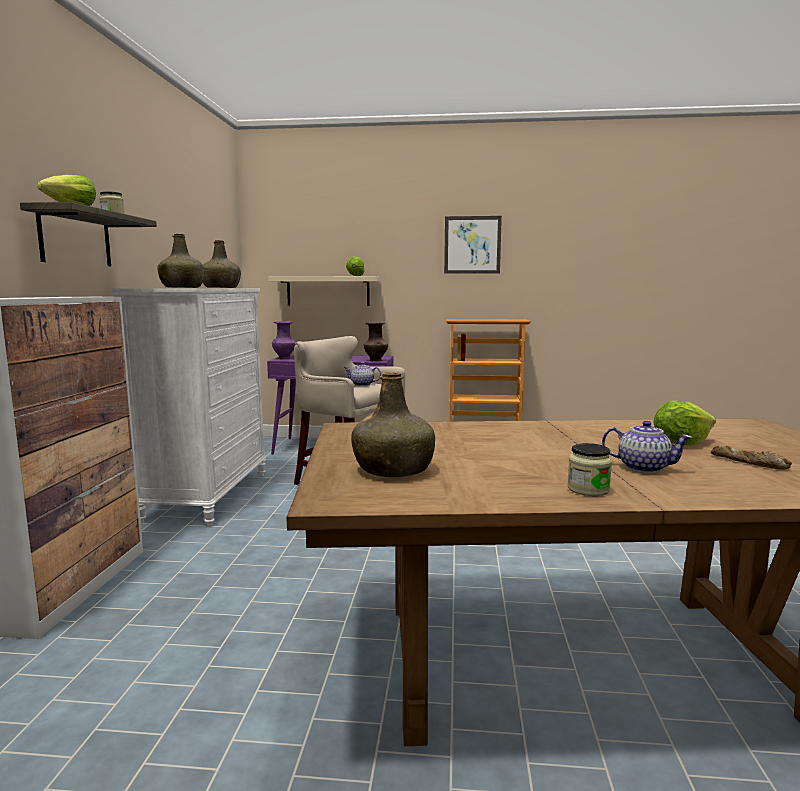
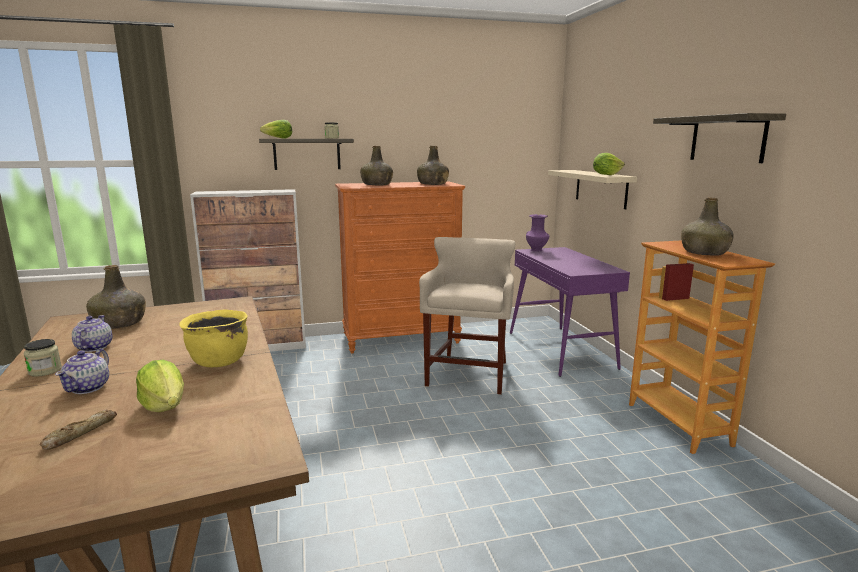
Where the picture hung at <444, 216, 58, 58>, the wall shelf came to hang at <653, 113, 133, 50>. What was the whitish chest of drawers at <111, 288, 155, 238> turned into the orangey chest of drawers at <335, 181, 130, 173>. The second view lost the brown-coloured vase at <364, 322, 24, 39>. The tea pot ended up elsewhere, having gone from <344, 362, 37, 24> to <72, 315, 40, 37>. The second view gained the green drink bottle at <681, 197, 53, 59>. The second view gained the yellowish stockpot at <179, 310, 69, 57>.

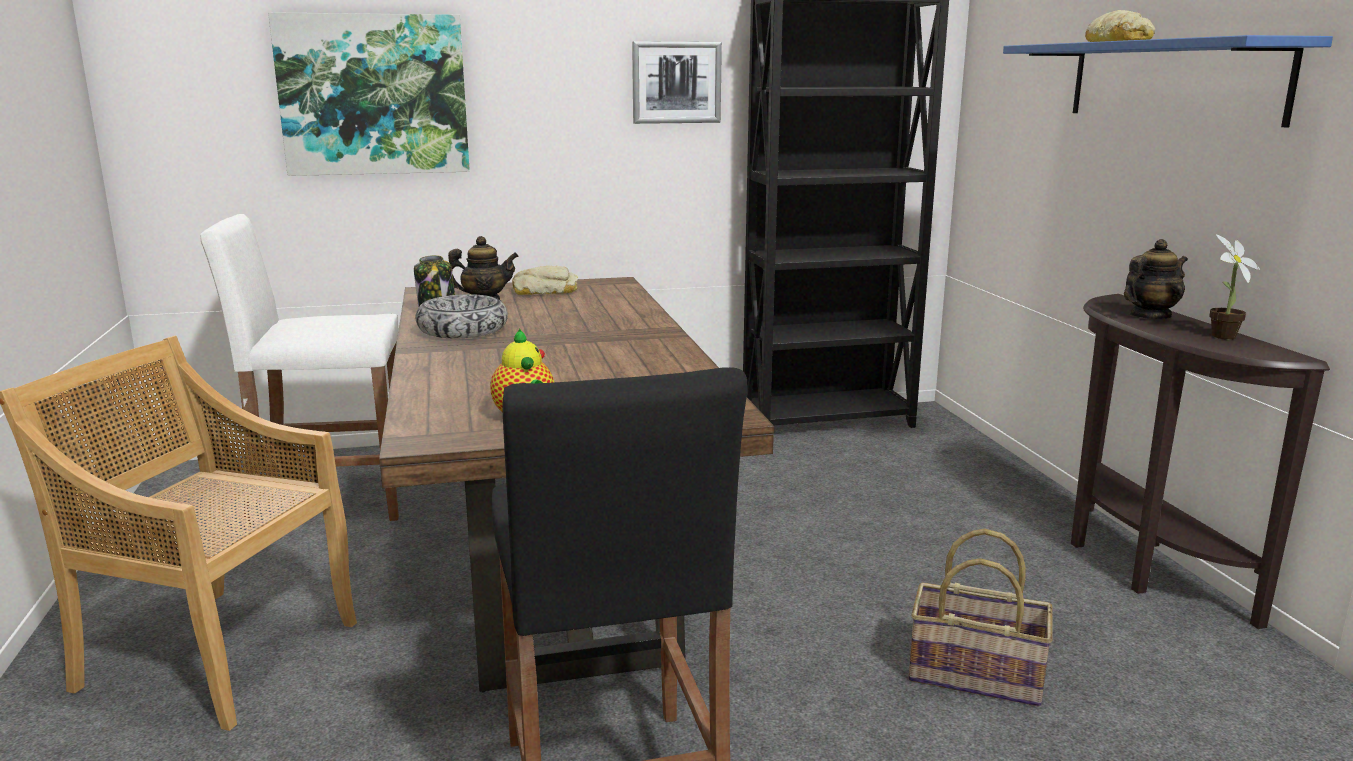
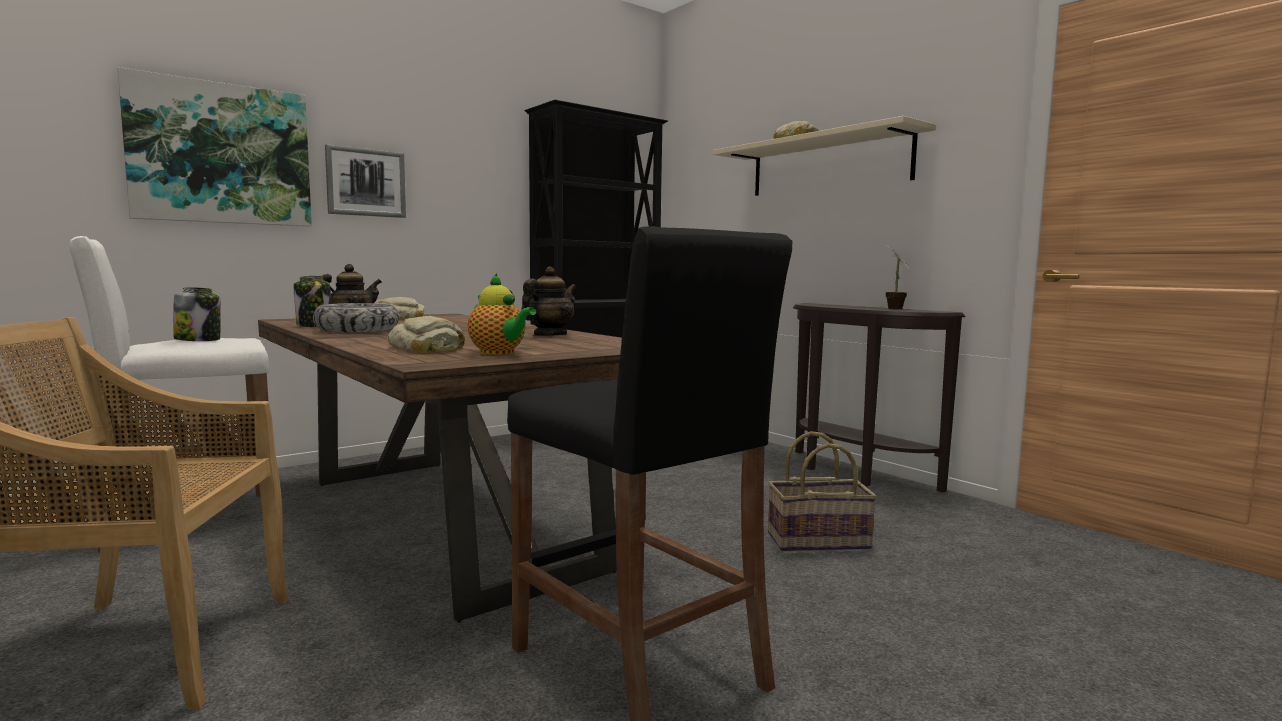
What was the blue wall shelf at <1003, 35, 330, 93> turned into the beige-coloured wall shelf at <713, 116, 223, 80>. The picture ended up elsewhere, having gone from <632, 41, 90, 83> to <325, 144, 81, 74>. The tea pot ended up elsewhere, having gone from <1124, 239, 64, 80> to <521, 266, 56, 70>. The second view gained the preserve jar at <173, 287, 48, 54>. The second view gained the baked bread at <387, 316, 78, 37>.

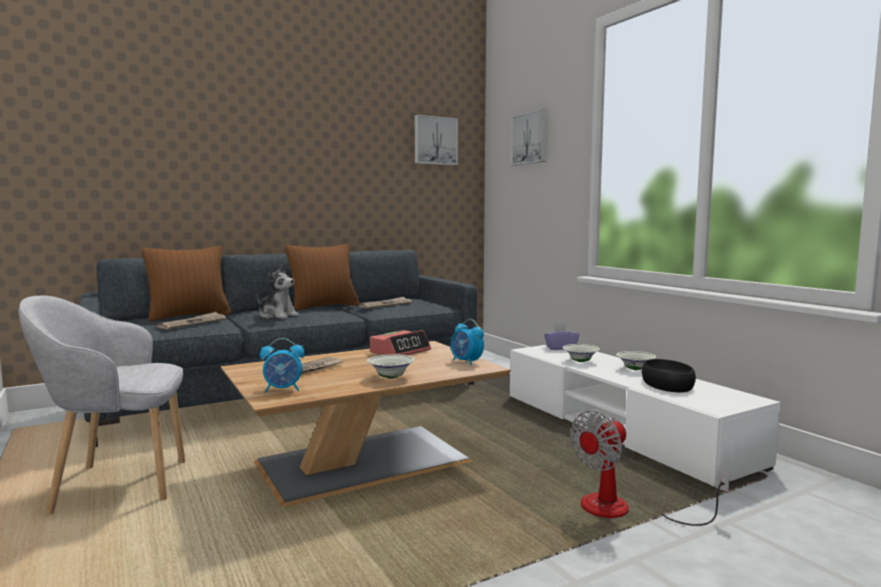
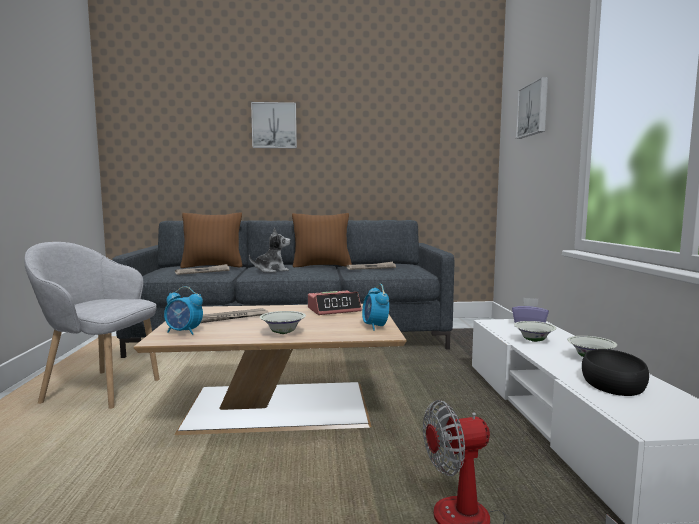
The picture ended up elsewhere, having gone from <415, 115, 43, 50> to <251, 102, 46, 46>. The soft toy at <257, 265, 42, 54> ended up facing another way, 75 degrees counterclockwise from before.

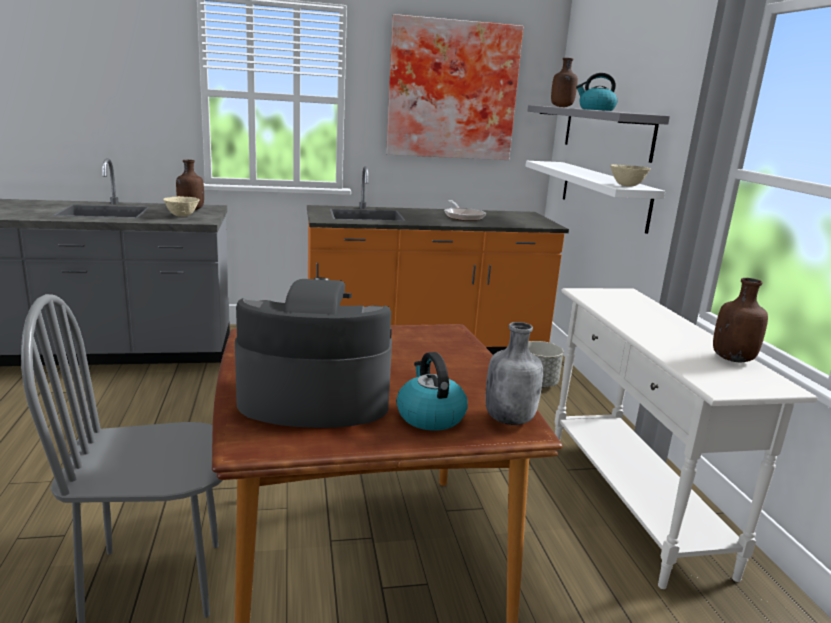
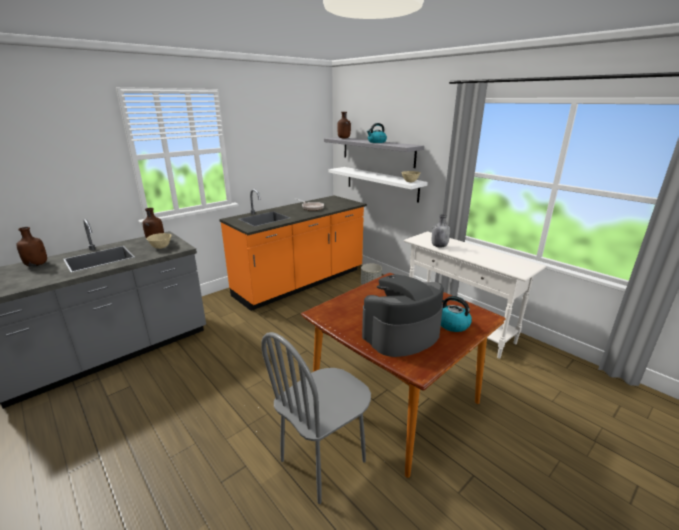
The second view lost the picture at <386, 14, 137, 146>. The brown-coloured drink bottle ended up elsewhere, having gone from <713, 278, 55, 84> to <16, 227, 31, 40>. The gray drink bottle ended up elsewhere, having gone from <485, 322, 58, 103> to <432, 214, 18, 34>.

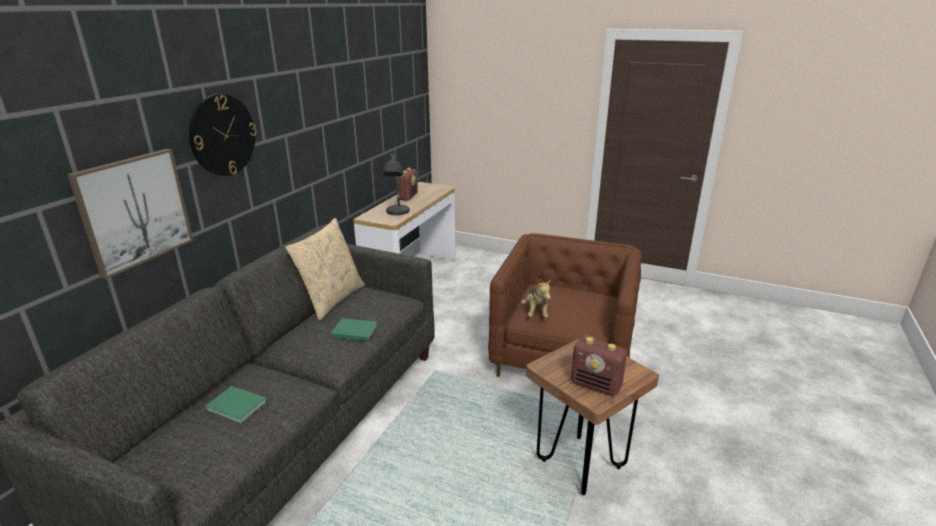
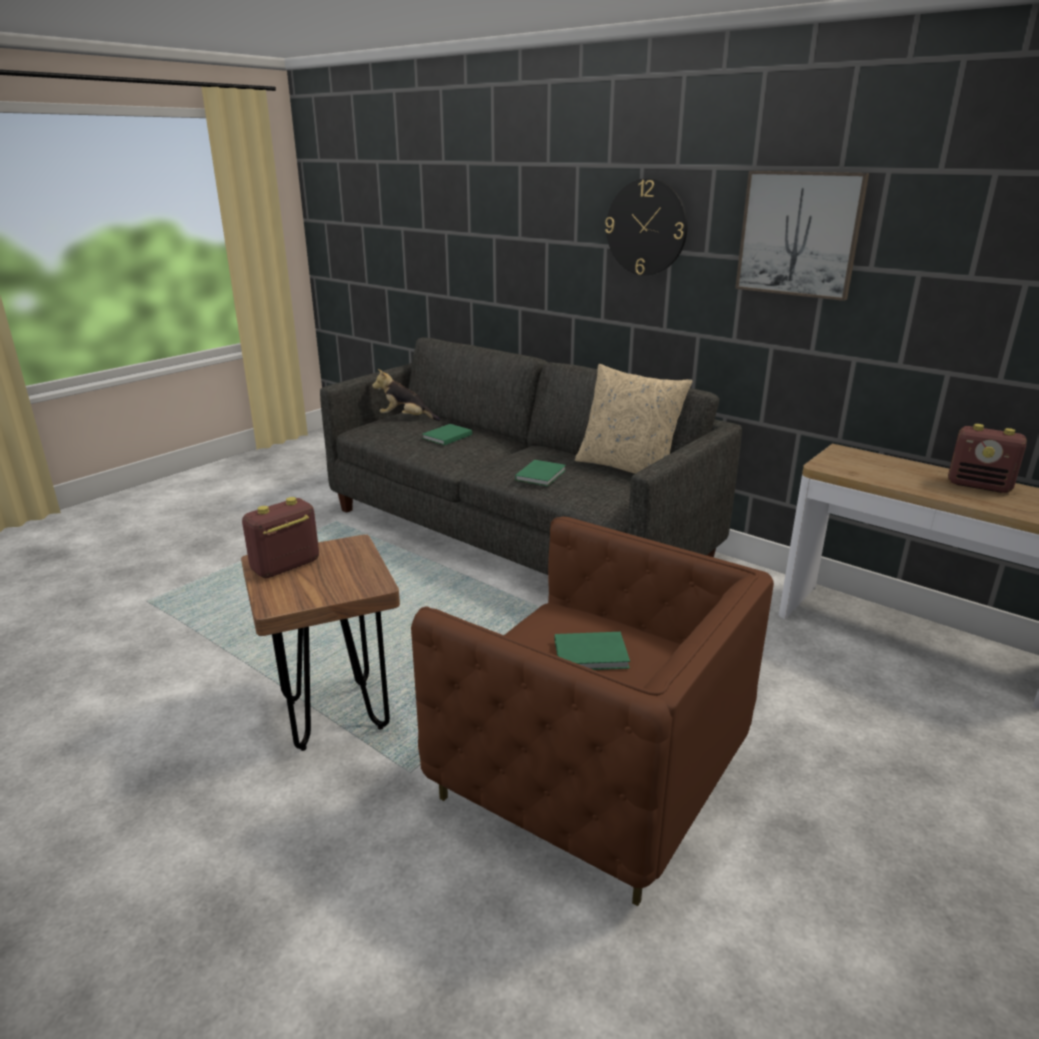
The picture ended up elsewhere, having gone from <67, 149, 127, 130> to <735, 171, 134, 130>. The second view lost the gray tabletop lamp at <383, 152, 27, 63>. The soft toy ended up elsewhere, having gone from <521, 279, 30, 39> to <372, 369, 69, 52>. The second view gained the green book at <555, 632, 75, 38>.

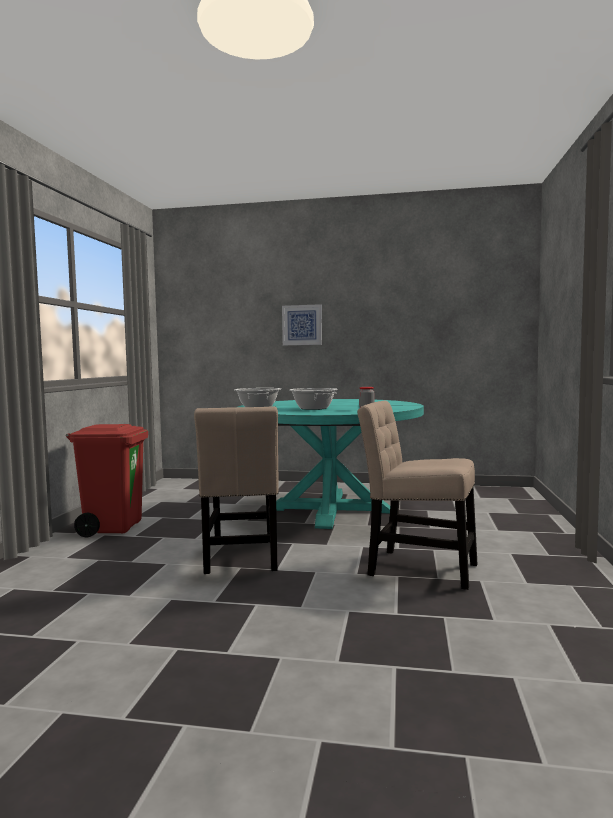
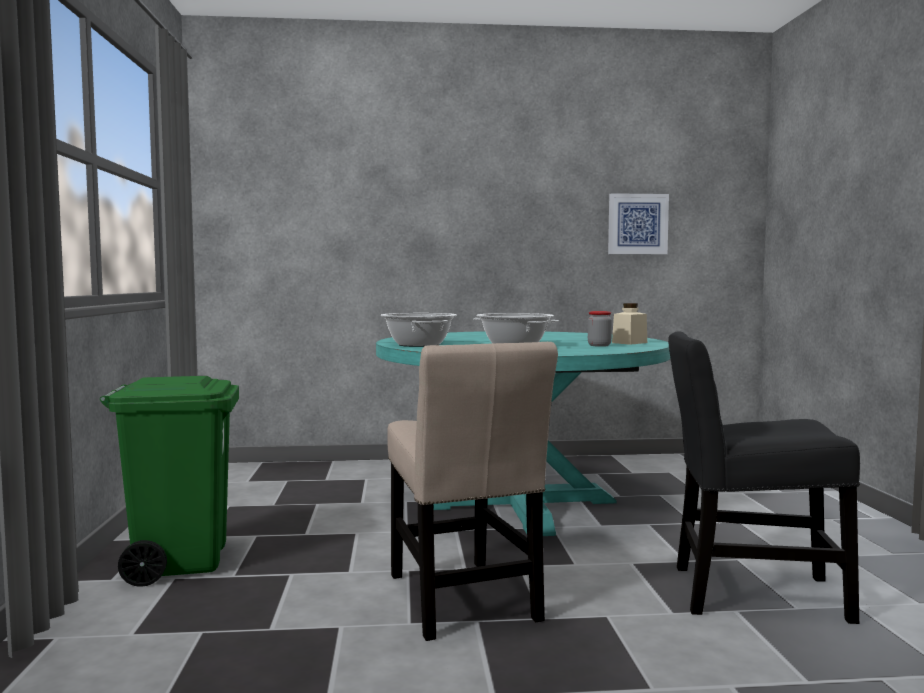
The picture ended up elsewhere, having gone from <282, 304, 40, 41> to <608, 193, 61, 61>. What was the beige-coloured chair at <357, 401, 120, 189> turned into the black chair at <668, 331, 192, 293>. What was the red waste bin at <66, 424, 82, 114> turned into the green waste bin at <100, 376, 139, 211>. The second view gained the beige-coloured preserve jar at <612, 303, 35, 42>.

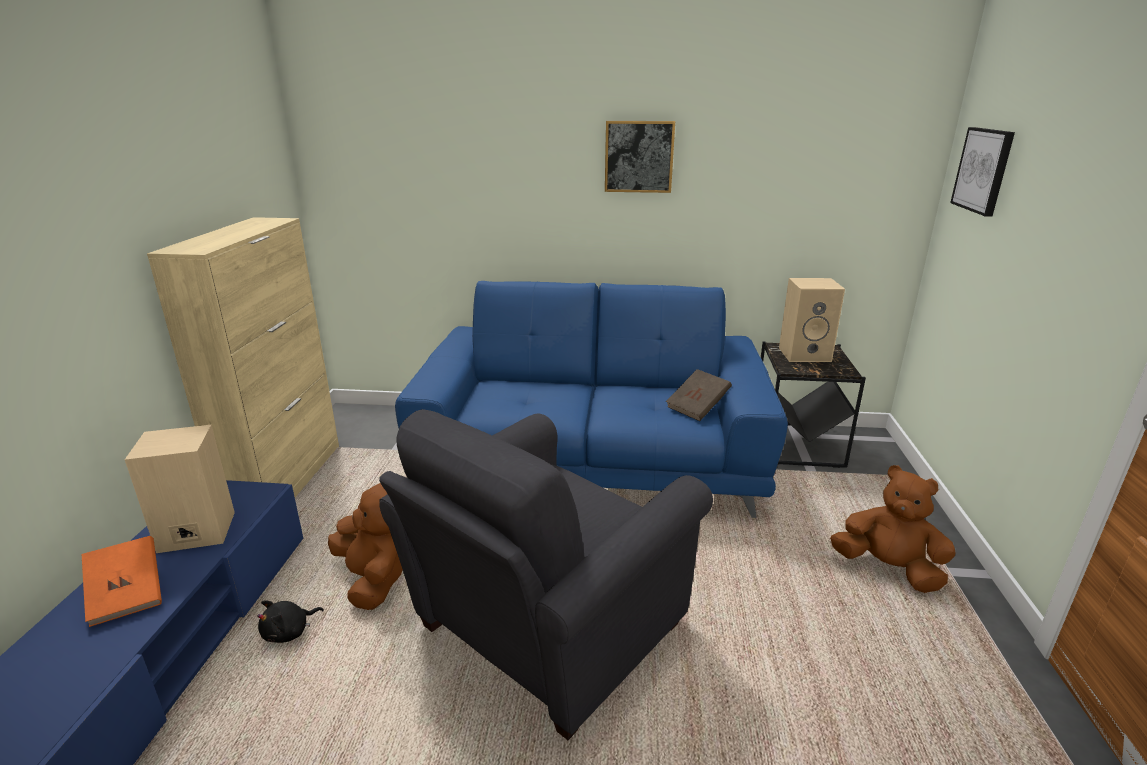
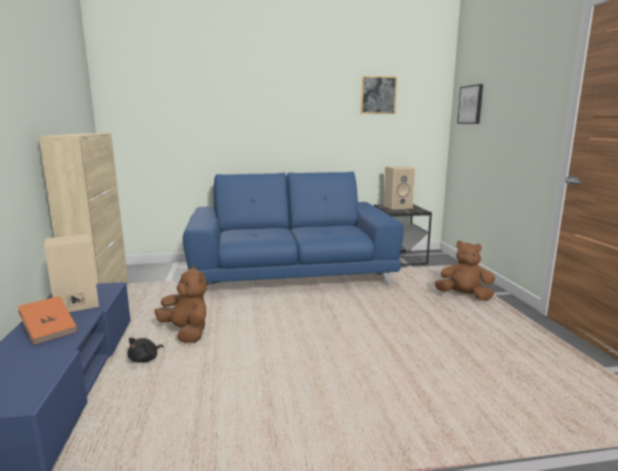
The picture ended up elsewhere, having gone from <605, 121, 70, 72> to <361, 76, 36, 38>. The second view lost the brown-coloured book at <666, 369, 66, 52>. The second view lost the gray easy chair at <379, 409, 334, 331>.

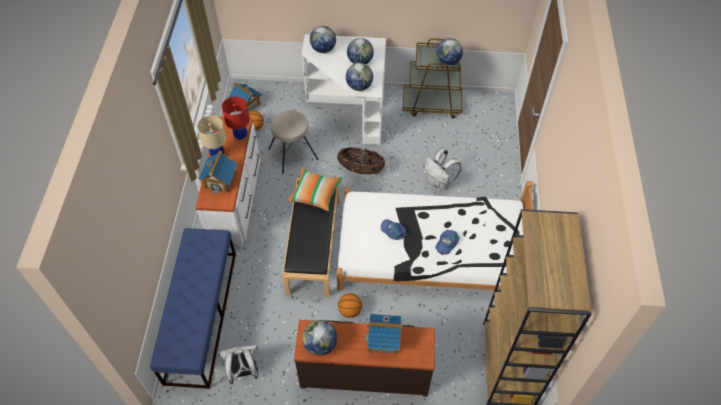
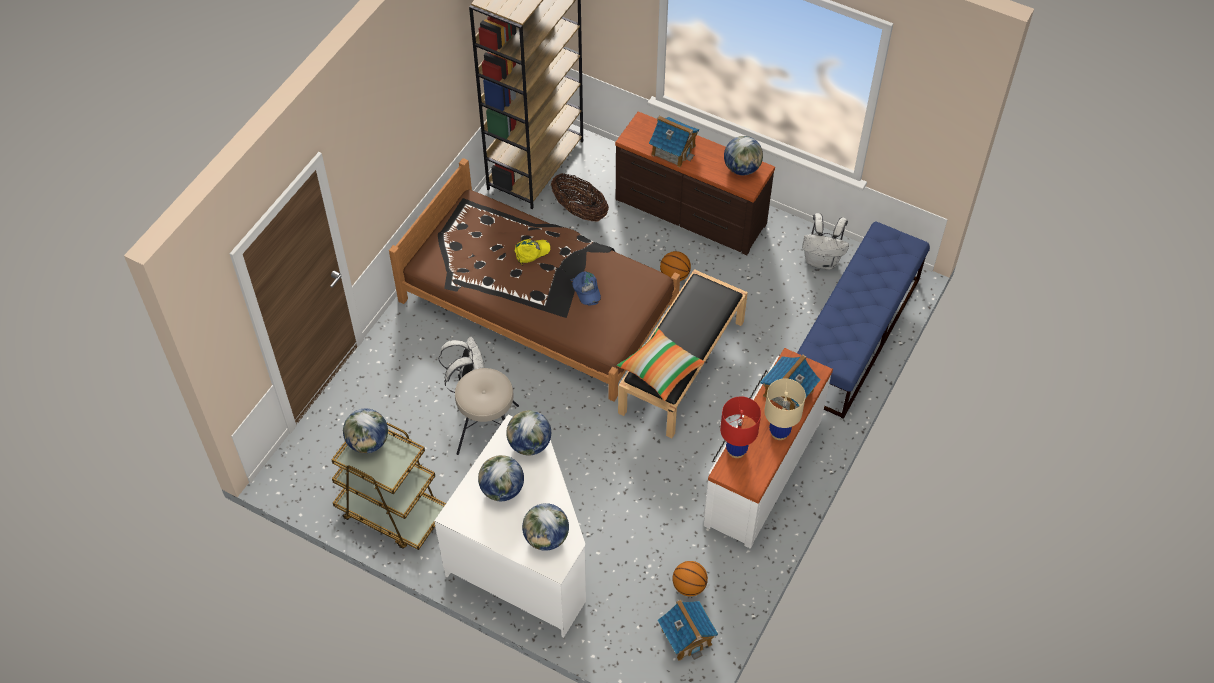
The beige-coloured stool ended up elsewhere, having gone from <269, 110, 49, 64> to <455, 368, 64, 87>. The basket ended up elsewhere, having gone from <337, 147, 48, 28> to <551, 173, 58, 49>. What was the whitish bedroom bed at <337, 181, 196, 110> turned into the brown-coloured bedroom bed at <389, 158, 291, 244>. What was the blue cap at <435, 229, 25, 26> turned into the yellowish cap at <514, 239, 36, 26>.

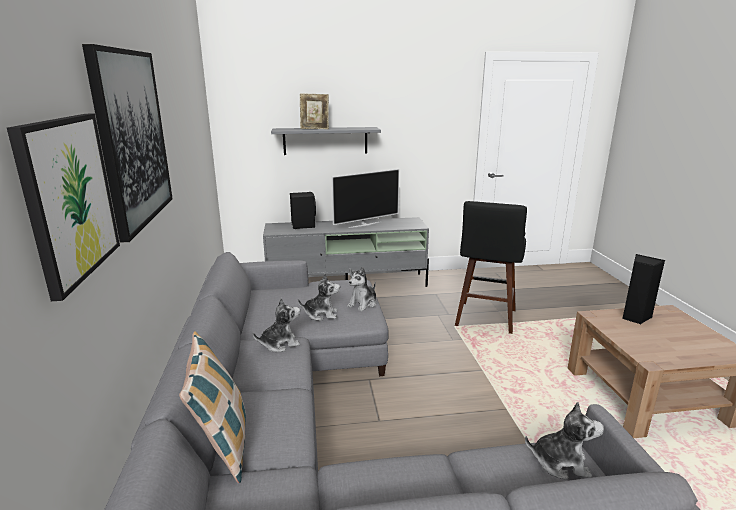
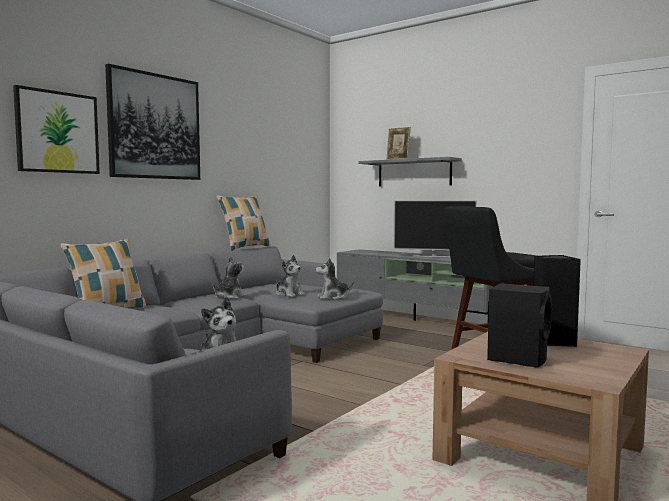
The black audio speaker ended up elsewhere, having gone from <290, 192, 26, 37> to <487, 283, 65, 85>. The soft toy at <253, 298, 47, 54> ended up facing another way, 75 degrees counterclockwise from before. The second view gained the throw pillow at <216, 195, 55, 56>.

